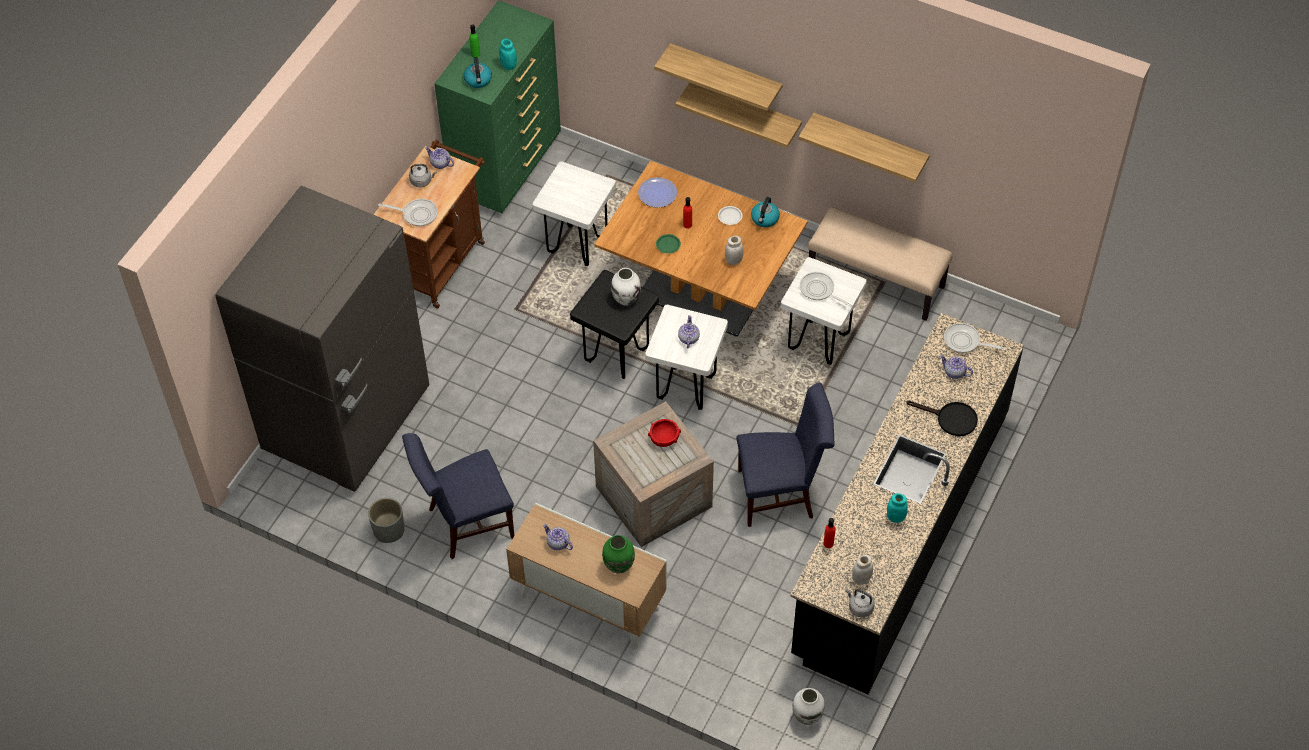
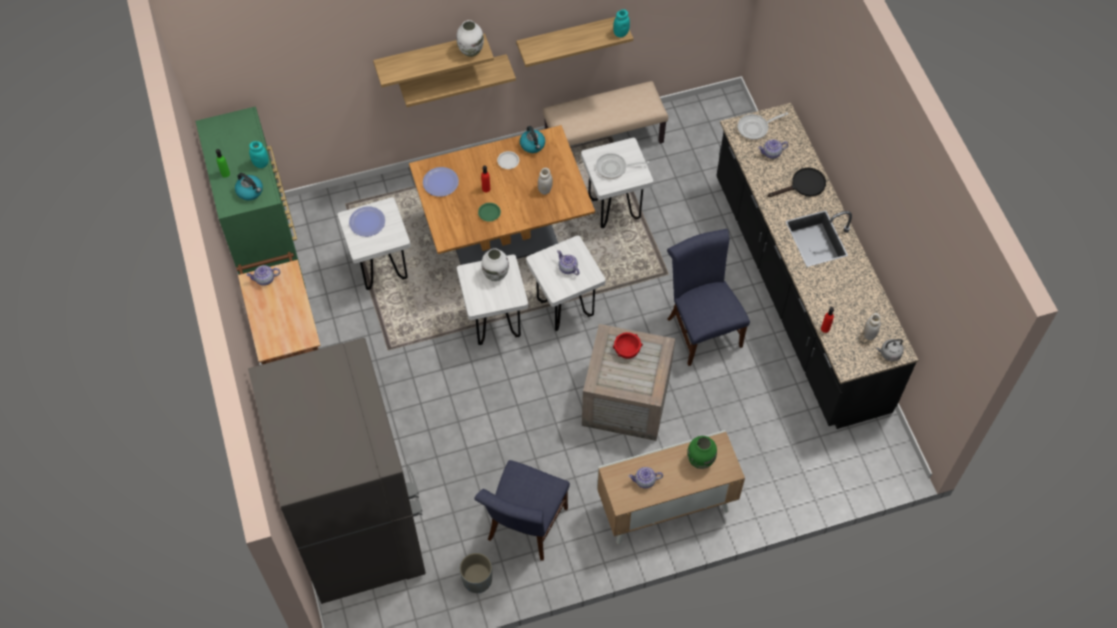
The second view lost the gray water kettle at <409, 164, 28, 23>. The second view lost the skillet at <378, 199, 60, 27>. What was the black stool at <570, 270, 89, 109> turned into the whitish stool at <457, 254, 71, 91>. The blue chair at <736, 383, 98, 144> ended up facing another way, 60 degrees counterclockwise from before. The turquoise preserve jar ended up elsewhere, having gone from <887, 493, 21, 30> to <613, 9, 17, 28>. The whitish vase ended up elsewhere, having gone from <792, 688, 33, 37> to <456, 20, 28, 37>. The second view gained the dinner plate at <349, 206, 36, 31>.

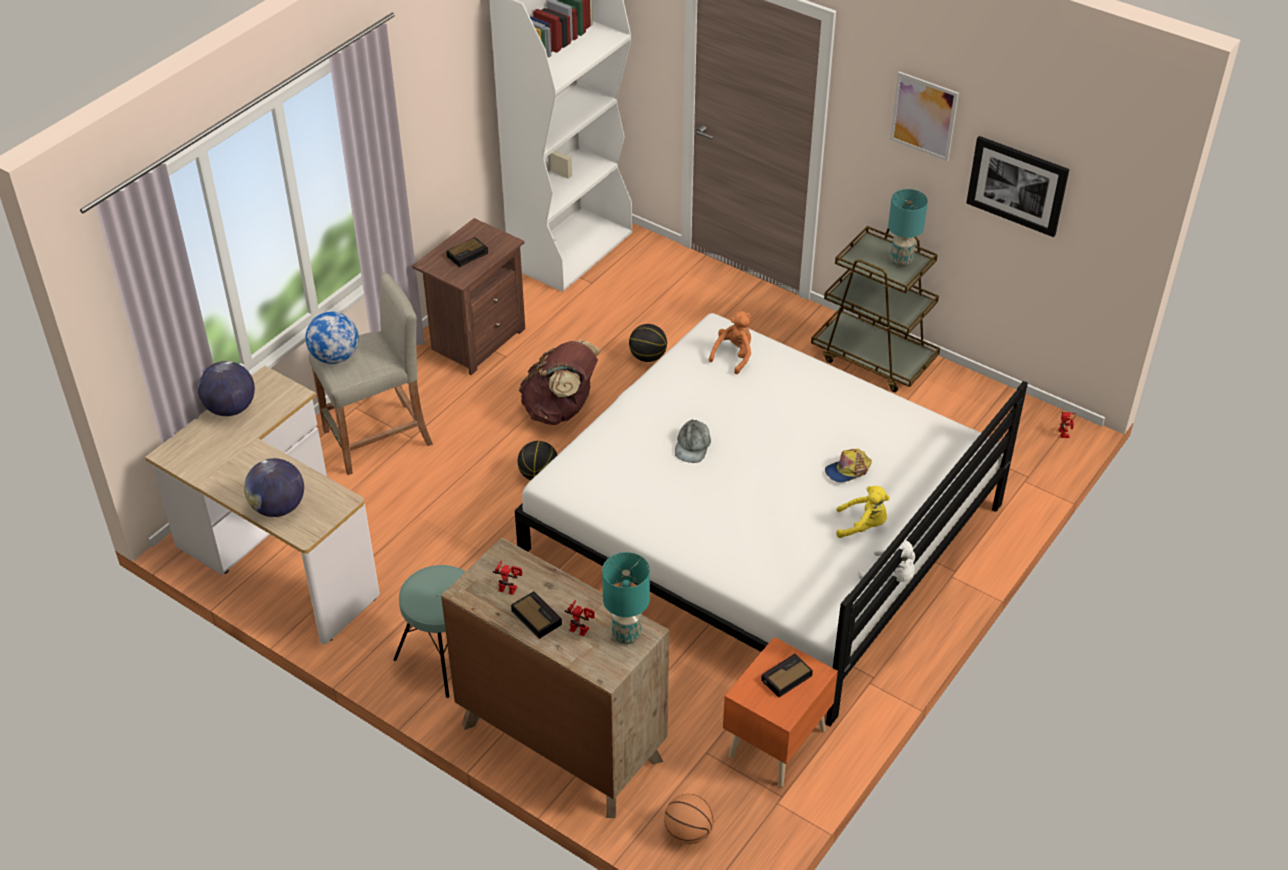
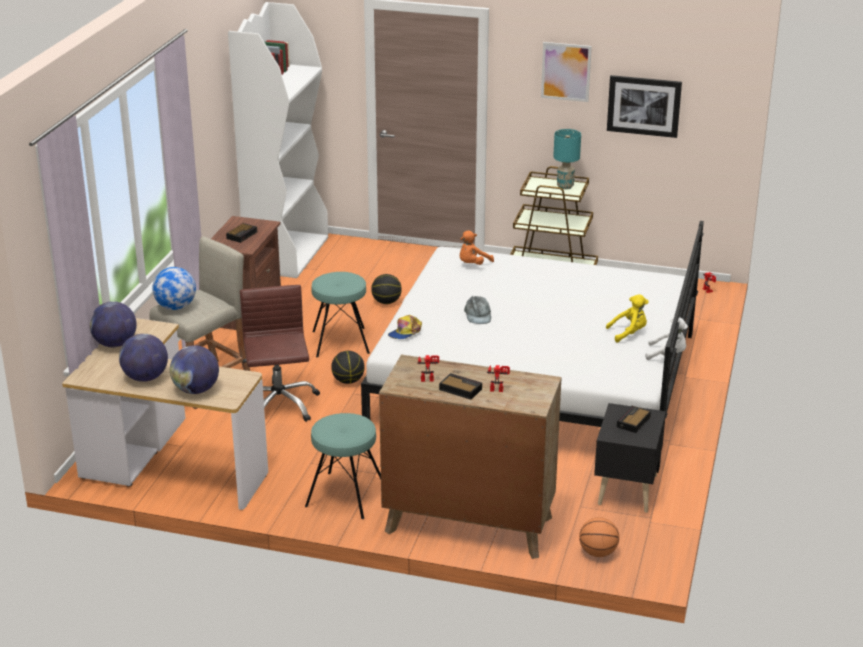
The orangey soft toy at <709, 311, 42, 63> ended up facing another way, 150 degrees counterclockwise from before. Where the brown-coloured rucksack stood at <519, 340, 82, 85>, the turquoise stool came to stand at <311, 272, 59, 85>. The cap ended up elsewhere, having gone from <825, 449, 47, 34> to <388, 315, 34, 24>. The second view lost the turquoise tabletop lamp at <602, 552, 48, 92>. What was the orangey bedside table at <723, 637, 115, 150> turned into the black bedside table at <594, 403, 72, 110>. The second view gained the brown-coloured desk chair at <240, 285, 80, 137>. The second view gained the globe at <119, 334, 49, 48>.

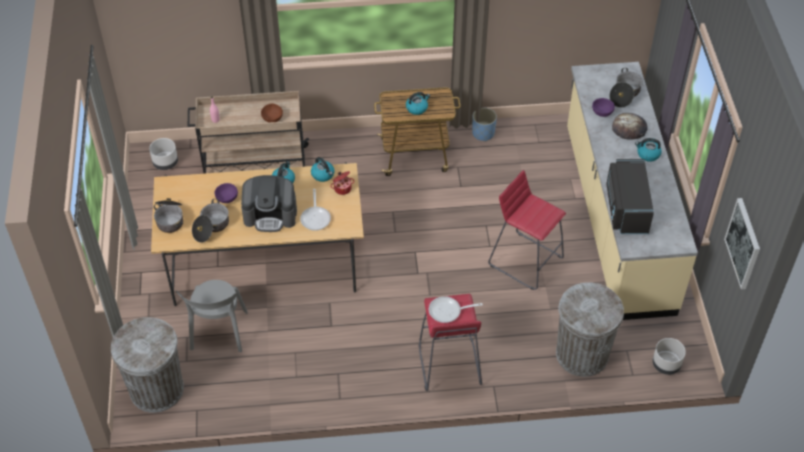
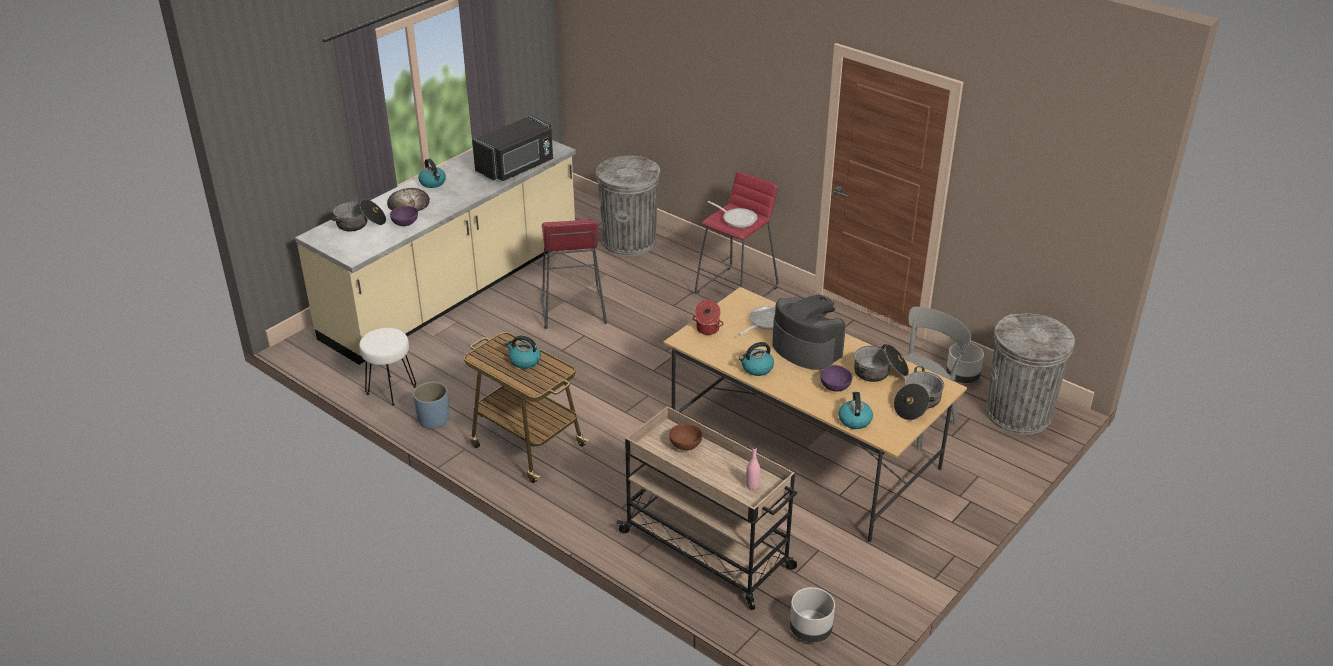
The water kettle ended up elsewhere, having gone from <311, 157, 23, 25> to <838, 392, 35, 37>. The second view lost the picture at <724, 198, 36, 91>. The gray plant pot ended up elsewhere, having gone from <652, 338, 34, 37> to <946, 343, 38, 40>. The second view gained the whitish stool at <359, 328, 57, 78>.

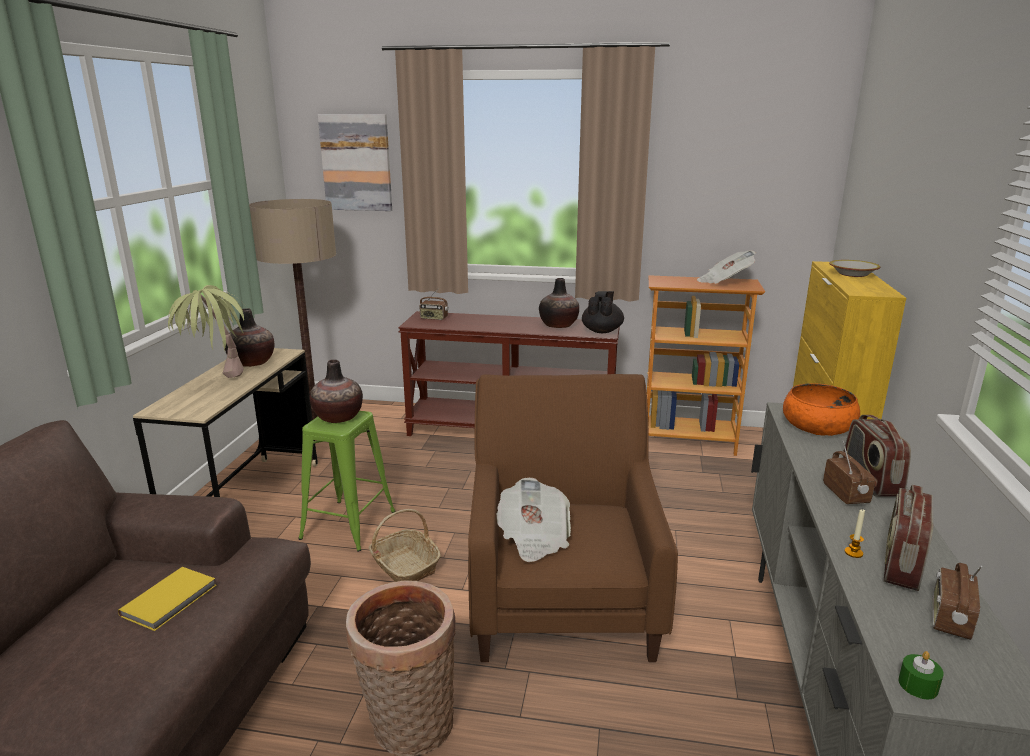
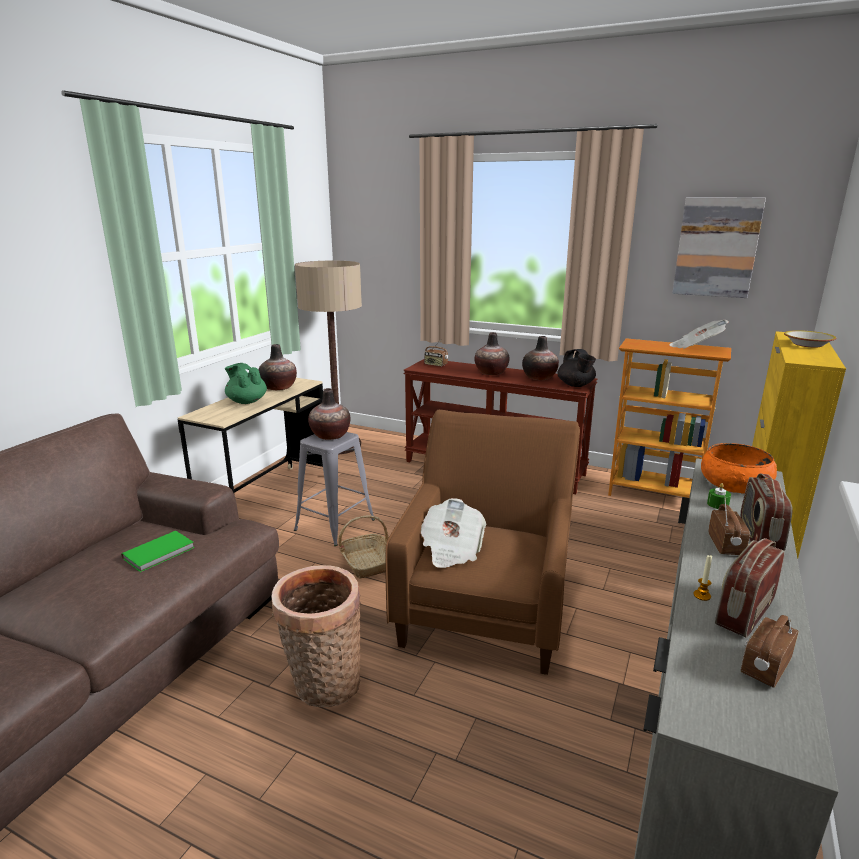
The picture ended up elsewhere, having gone from <318, 114, 74, 97> to <672, 197, 94, 101>. Where the houseplant stood at <168, 285, 79, 93>, the green tea pot came to stand at <225, 363, 42, 41>. The black tea pot at <582, 291, 42, 42> ended up facing another way, 135 degrees clockwise from before. What was the green stool at <298, 411, 98, 141> turned into the gray stool at <294, 432, 81, 114>. What was the yellowish book at <118, 567, 98, 64> turned into the green book at <121, 531, 74, 41>. The green wax candle ended up elsewhere, having gone from <899, 651, 45, 48> to <707, 483, 24, 26>. The second view gained the vase at <475, 332, 34, 43>.

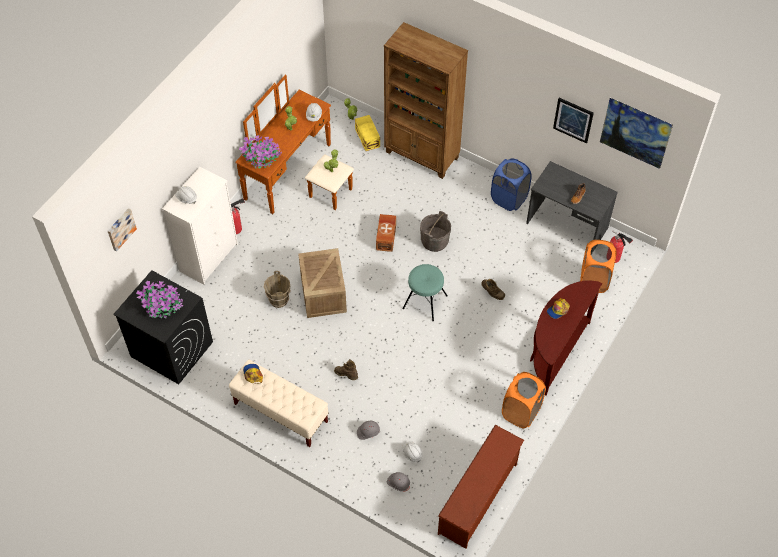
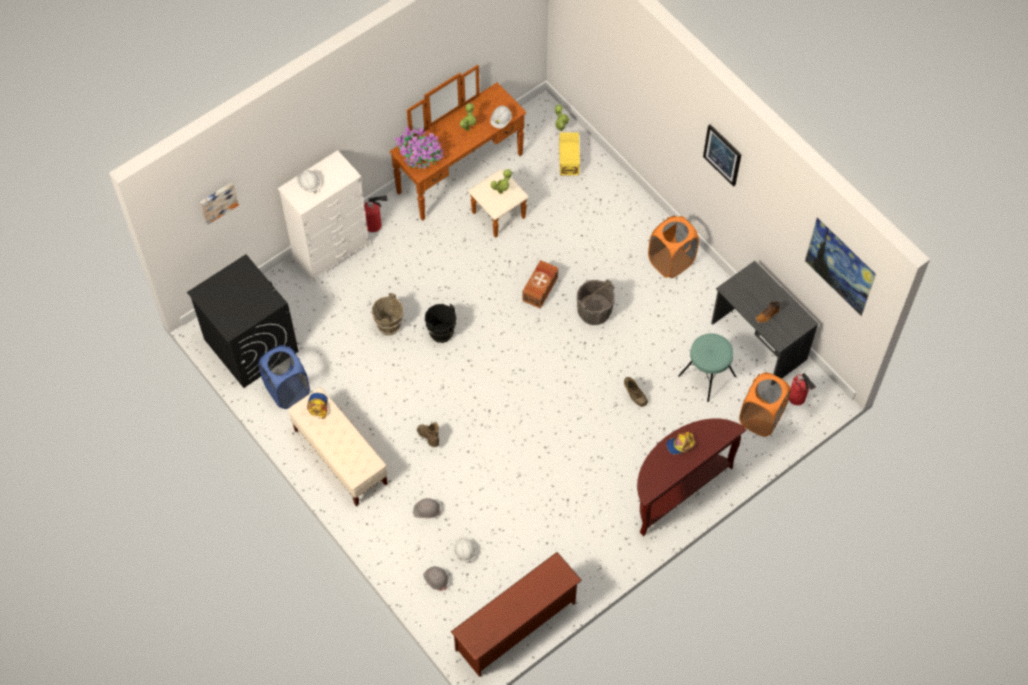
The second view lost the brown-coloured shelving unit at <384, 22, 84, 157>. The picture ended up elsewhere, having gone from <553, 98, 41, 46> to <703, 124, 39, 63>. The blue washing basket ended up elsewhere, having gone from <491, 158, 41, 53> to <258, 345, 52, 64>. Where the packing crate stood at <298, 248, 49, 70>, the black water bucket came to stand at <425, 304, 31, 39>. The turquoise stool ended up elsewhere, having gone from <403, 264, 45, 57> to <678, 333, 58, 69>. The second view lost the houseplant at <136, 281, 47, 38>. The orangey washing basket ended up elsewhere, having gone from <502, 372, 44, 56> to <648, 216, 51, 62>.

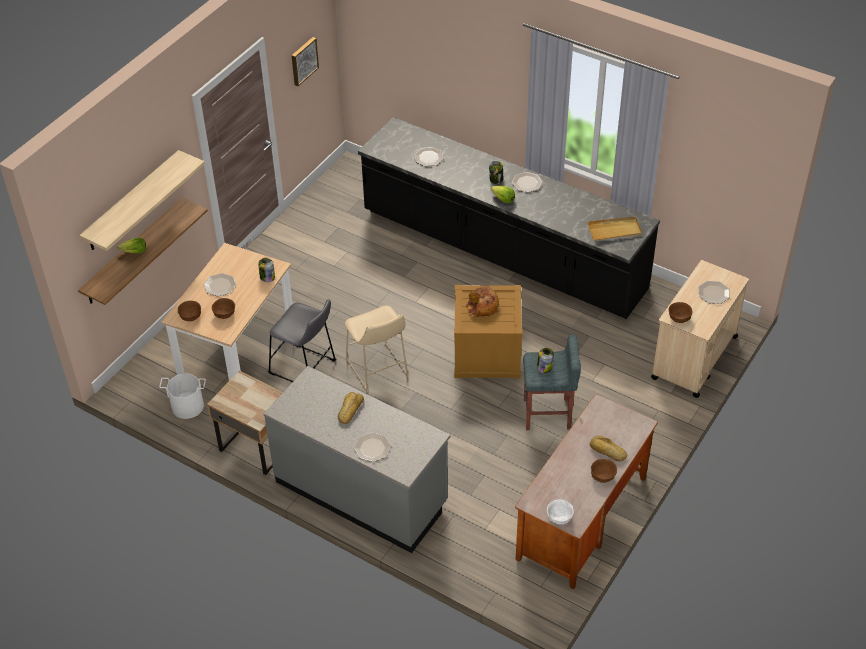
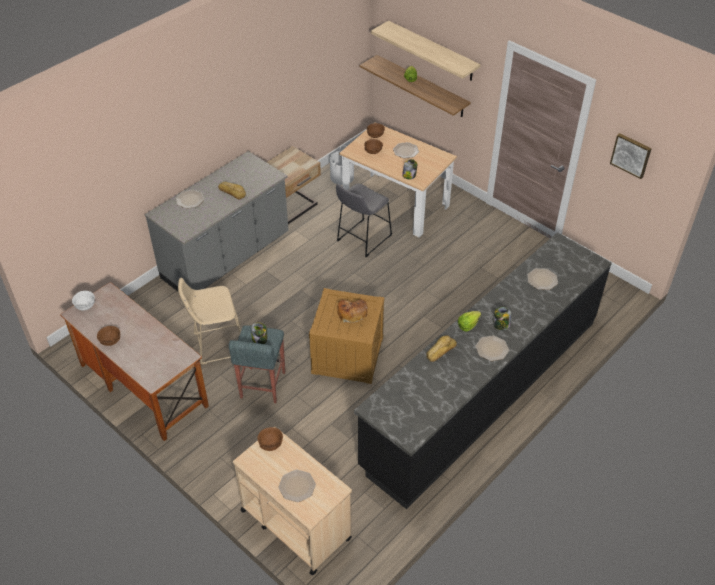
The second view lost the beige-coloured carrying tray at <588, 217, 54, 24>. The beige-coloured stool ended up elsewhere, having gone from <345, 305, 64, 87> to <178, 278, 63, 87>. The baked bread ended up elsewhere, having gone from <590, 436, 37, 25> to <426, 335, 31, 27>.

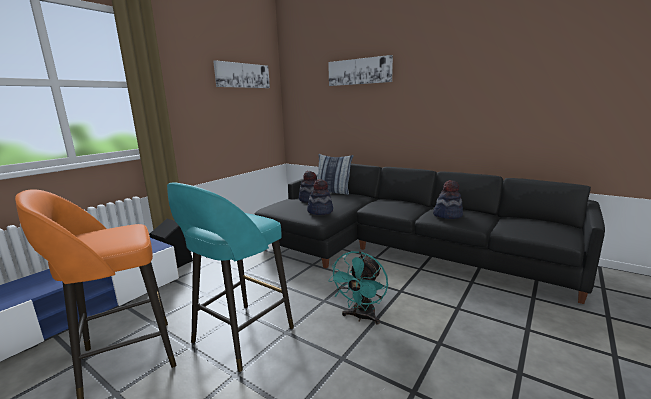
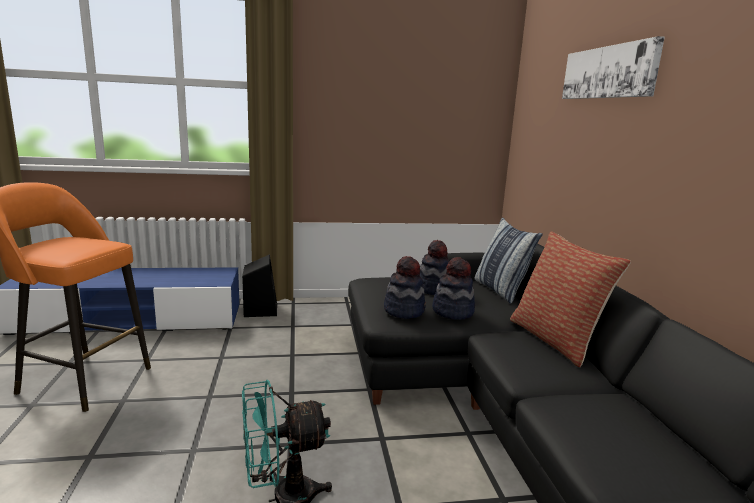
The second view lost the picture at <213, 60, 57, 28>. The wearable hat ended up elsewhere, having gone from <433, 180, 30, 39> to <432, 257, 43, 63>. The second view lost the turquoise stool at <167, 182, 127, 190>. The second view gained the throw pillow at <510, 231, 121, 136>.

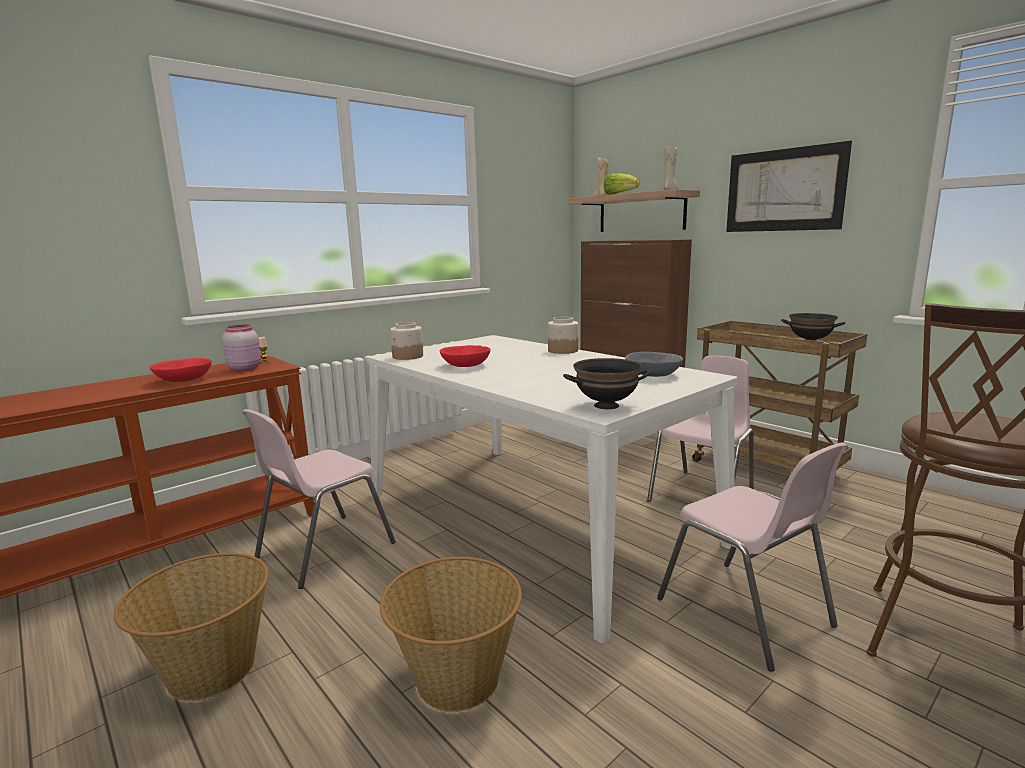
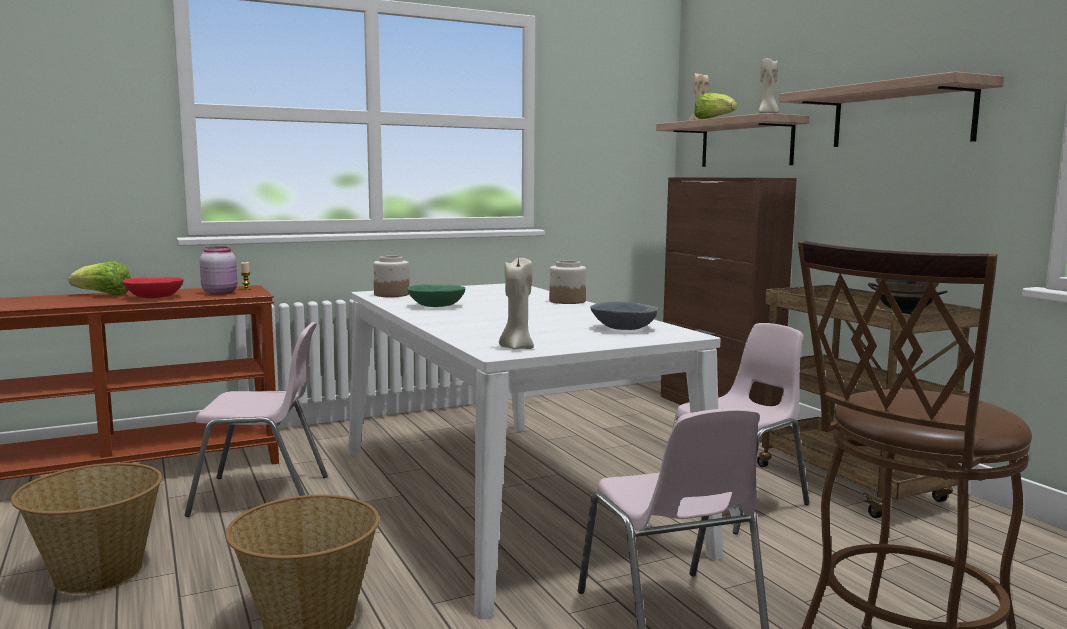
Where the picture hung at <726, 141, 126, 91>, the wall shelf came to hang at <779, 71, 225, 76>. What was the red deep dish at <440, 345, 50, 22> turned into the green deep dish at <407, 284, 58, 23>. Where the black deep dish stood at <563, 358, 88, 51>, the beige-coloured wax candle came to stand at <499, 257, 35, 93>. The pink chair at <242, 409, 154, 180> ended up facing another way, 150 degrees counterclockwise from before. The second view gained the lettuce at <69, 261, 62, 34>.

